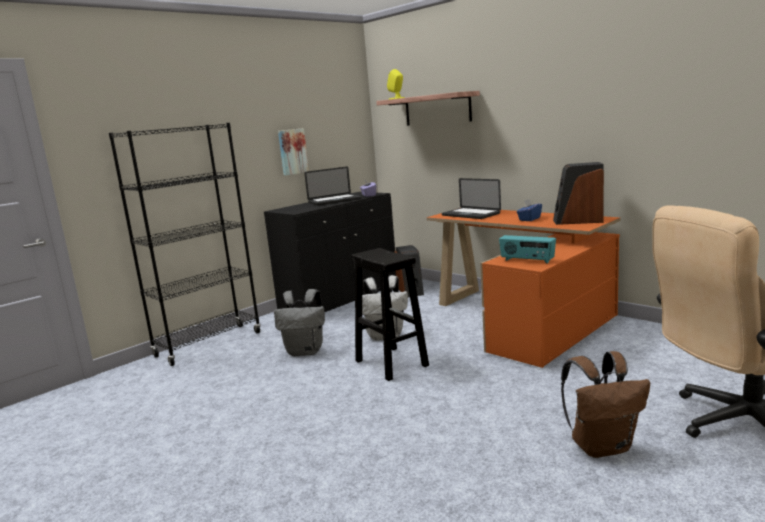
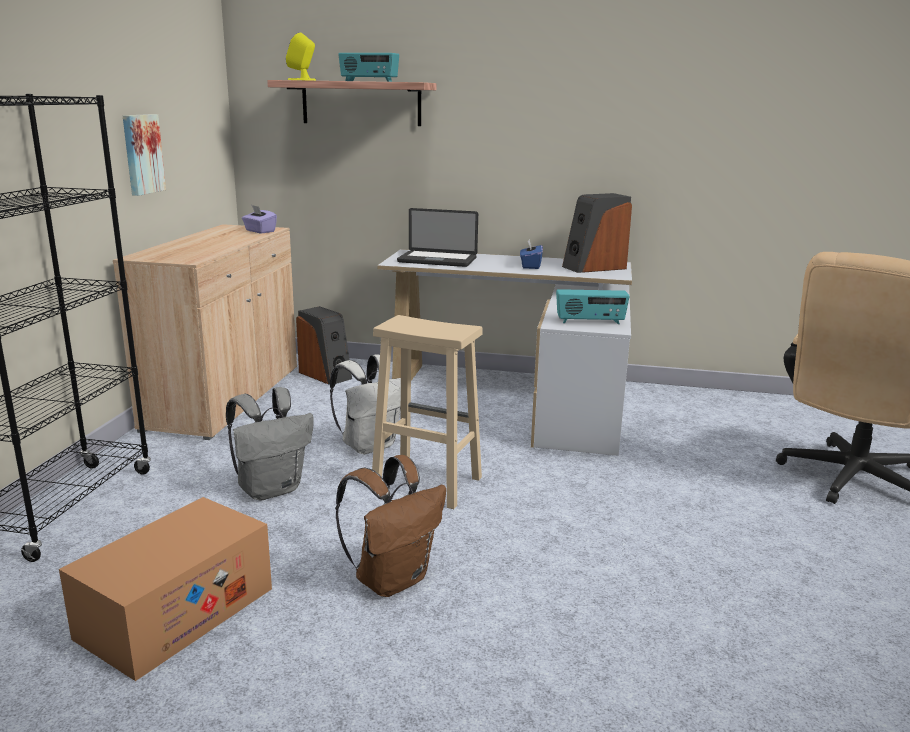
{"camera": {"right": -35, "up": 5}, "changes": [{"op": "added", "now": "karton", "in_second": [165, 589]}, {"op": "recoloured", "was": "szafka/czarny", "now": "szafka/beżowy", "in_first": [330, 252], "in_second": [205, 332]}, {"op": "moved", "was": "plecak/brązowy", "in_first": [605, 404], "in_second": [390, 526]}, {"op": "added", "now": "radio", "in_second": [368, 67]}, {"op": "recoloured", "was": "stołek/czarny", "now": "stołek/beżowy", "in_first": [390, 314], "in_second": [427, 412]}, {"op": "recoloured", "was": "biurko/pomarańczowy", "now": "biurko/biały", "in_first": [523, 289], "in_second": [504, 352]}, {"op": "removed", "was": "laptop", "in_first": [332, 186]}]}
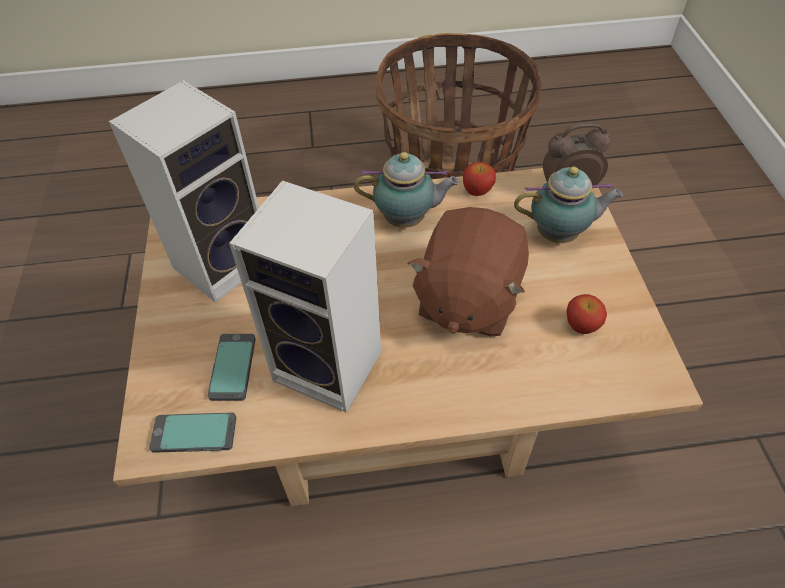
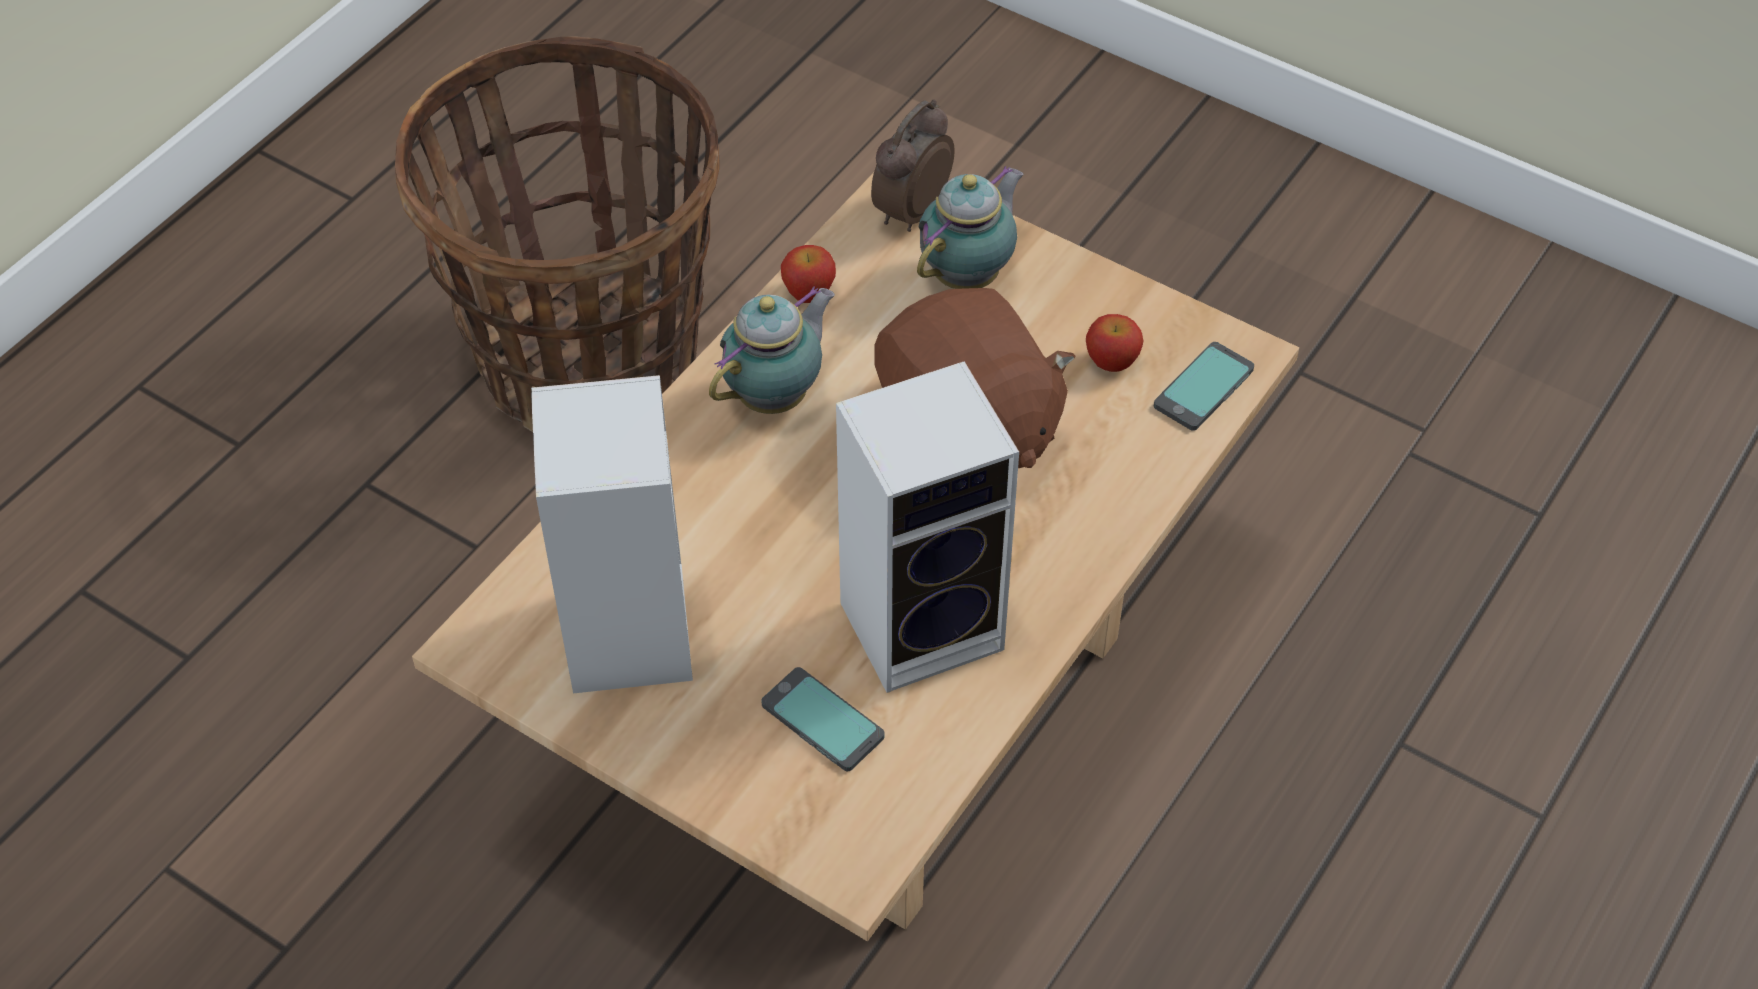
{"camera": {"right": -50, "up": 0}, "changes": [{"op": "moved", "was": "telefon", "in_first": [193, 432], "in_second": [1204, 386]}]}
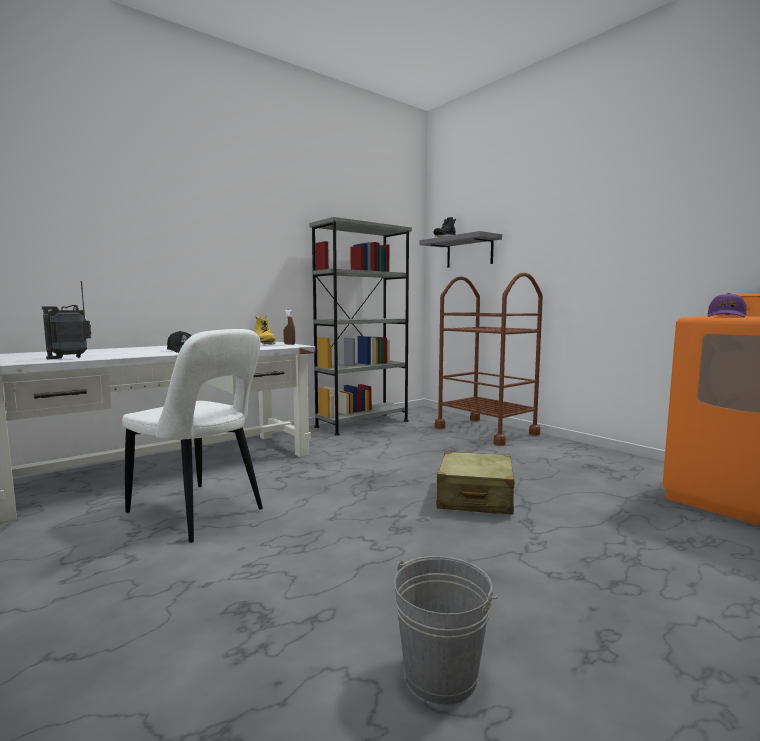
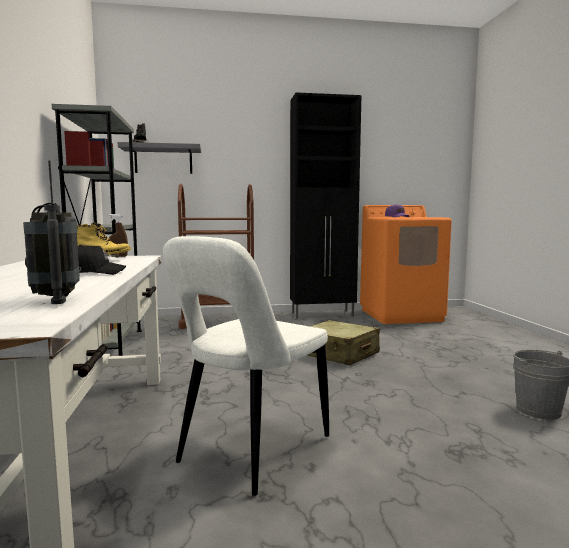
{"camera": {"right": -60, "up": 0}, "changes": [{"op": "turned", "was": "krzesło/biały", "in_first": [192, 436], "in_second": [246, 366], "clockwise": 150}, {"op": "added", "now": "szafka/czarny", "in_second": [325, 205]}]}
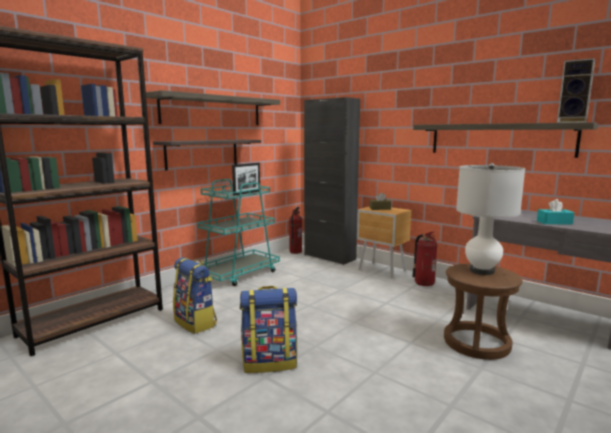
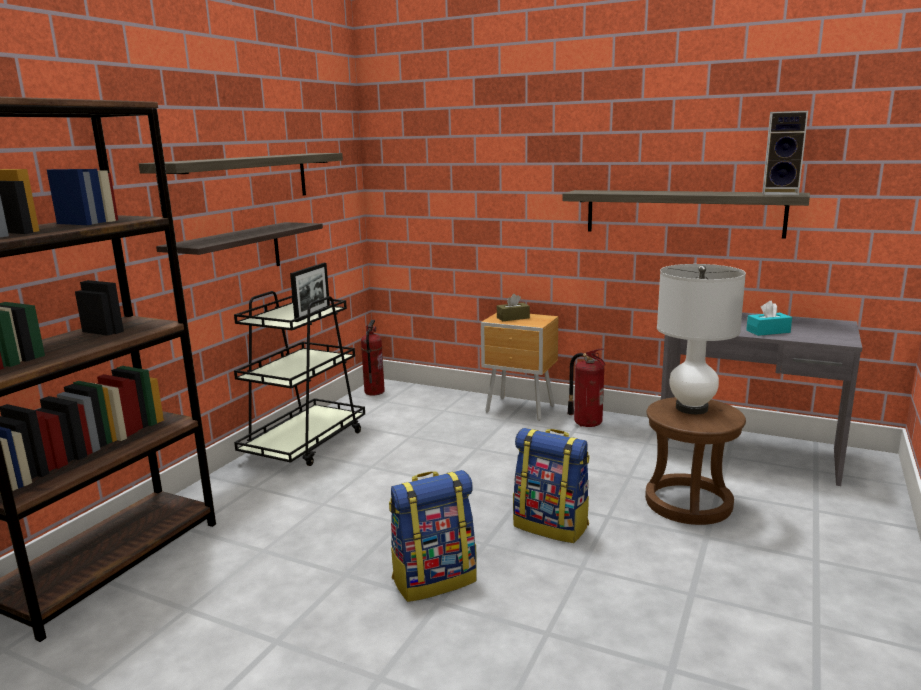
{"camera": {"right": -15, "up": 5}, "changes": [{"op": "recoloured", "was": "wózek/turkusowy", "now": "wózek/czarny", "in_first": [239, 232], "in_second": [299, 378]}, {"op": "moved", "was": "plecak", "in_first": [195, 295], "in_second": [551, 485]}, {"op": "removed", "was": "szafka/czarny", "in_first": [332, 181]}]}
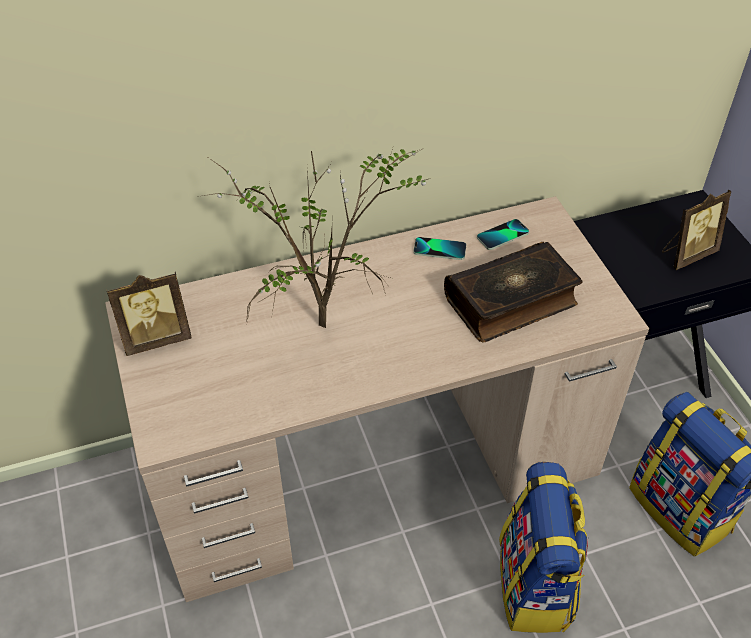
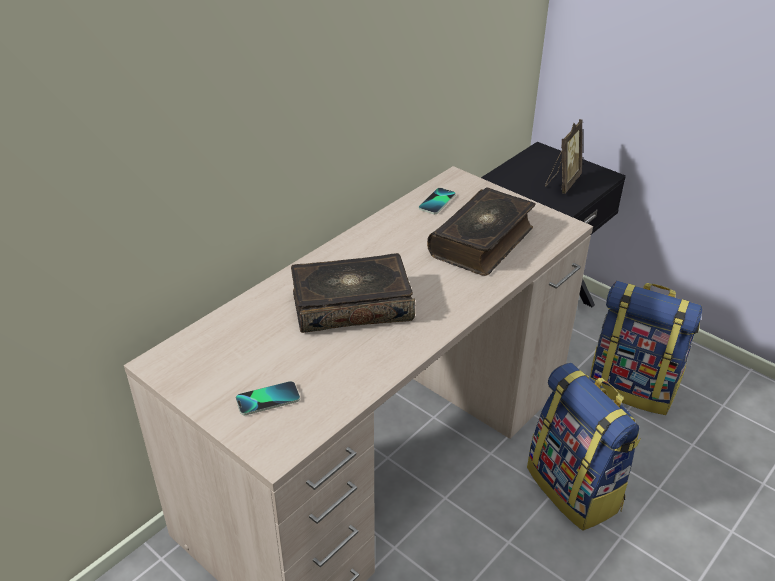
{"camera": {"right": -30, "up": -10}, "changes": [{"op": "moved", "was": "telefon", "in_first": [439, 248], "in_second": [268, 398]}, {"op": "replaced", "was": "roślina doniczkowa", "now": "książka", "in_first": [314, 238], "in_second": [353, 293]}, {"op": "removed", "was": "ramka na zdjęcie", "in_first": [149, 314]}]}
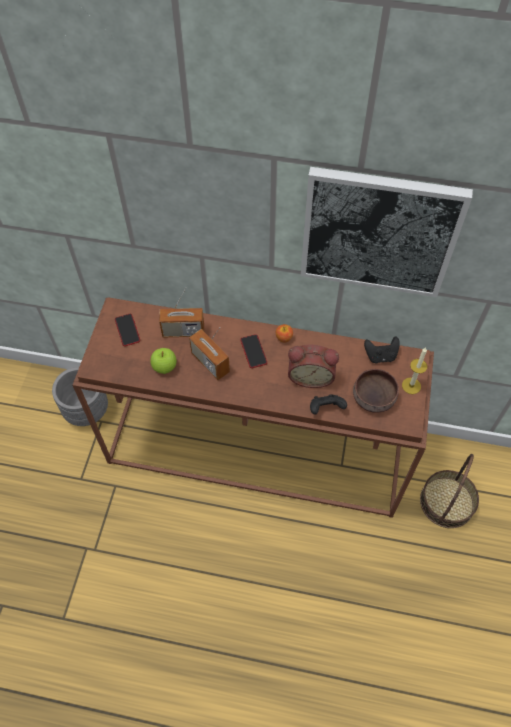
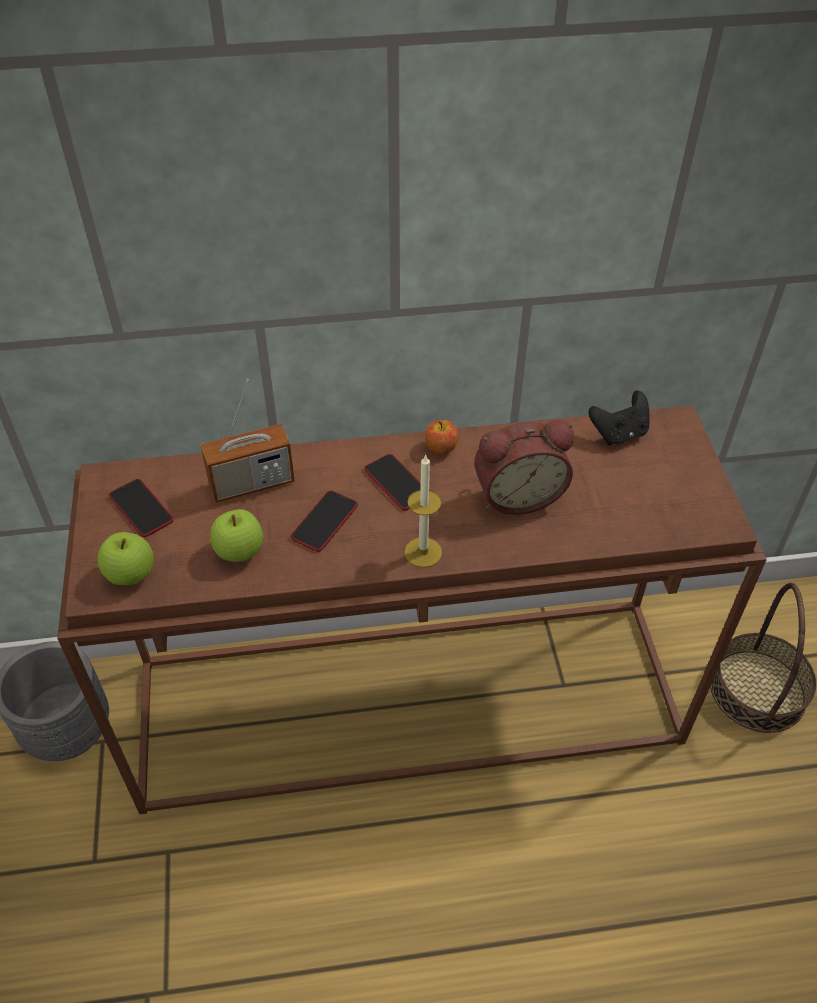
{"camera": {"right": -20, "up": -10}, "changes": [{"op": "added", "now": "jabłko", "in_second": [125, 558]}, {"op": "replaced", "was": "radio", "now": "telefon", "in_first": [209, 353], "in_second": [324, 521]}, {"op": "moved", "was": "świeca", "in_first": [414, 371], "in_second": [423, 511]}, {"op": "removed", "was": "obraz", "in_first": [387, 232]}, {"op": "removed", "was": "pad do gier/czarny", "in_first": [328, 404]}, {"op": "removed", "was": "miska/brązowy", "in_first": [376, 391]}]}
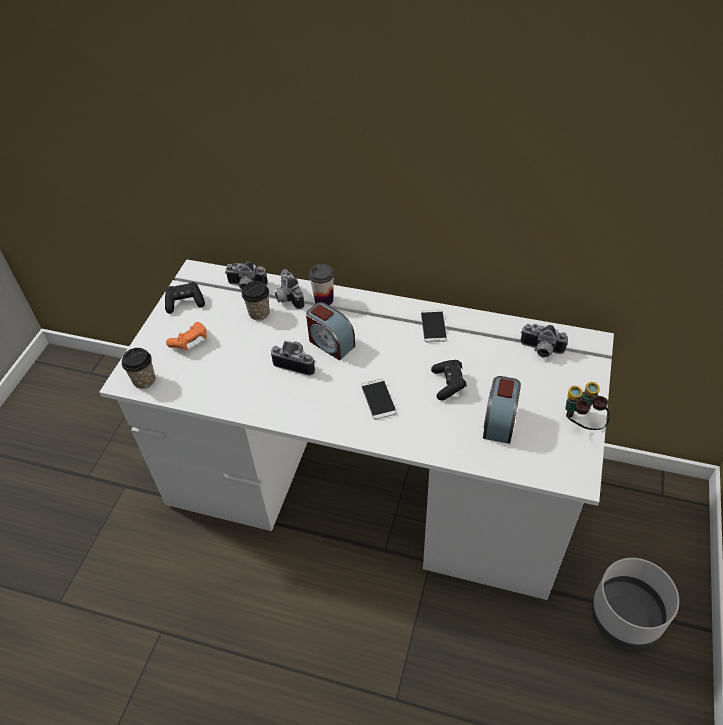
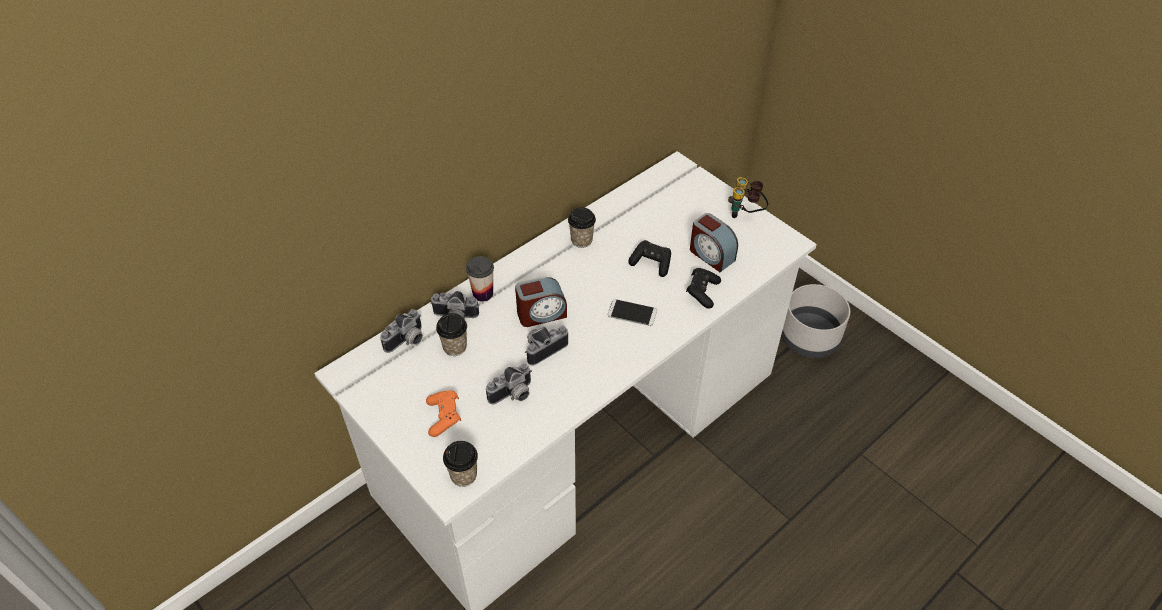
{"camera": {"right": -60, "up": 0}, "changes": [{"op": "moved", "was": "aparat fotograficzny", "in_first": [544, 341], "in_second": [509, 384]}, {"op": "replaced", "was": "telefon", "now": "filiżanka", "in_first": [434, 326], "in_second": [582, 228]}, {"op": "moved", "was": "pad do gier/czarny", "in_first": [185, 298], "in_second": [703, 288]}]}
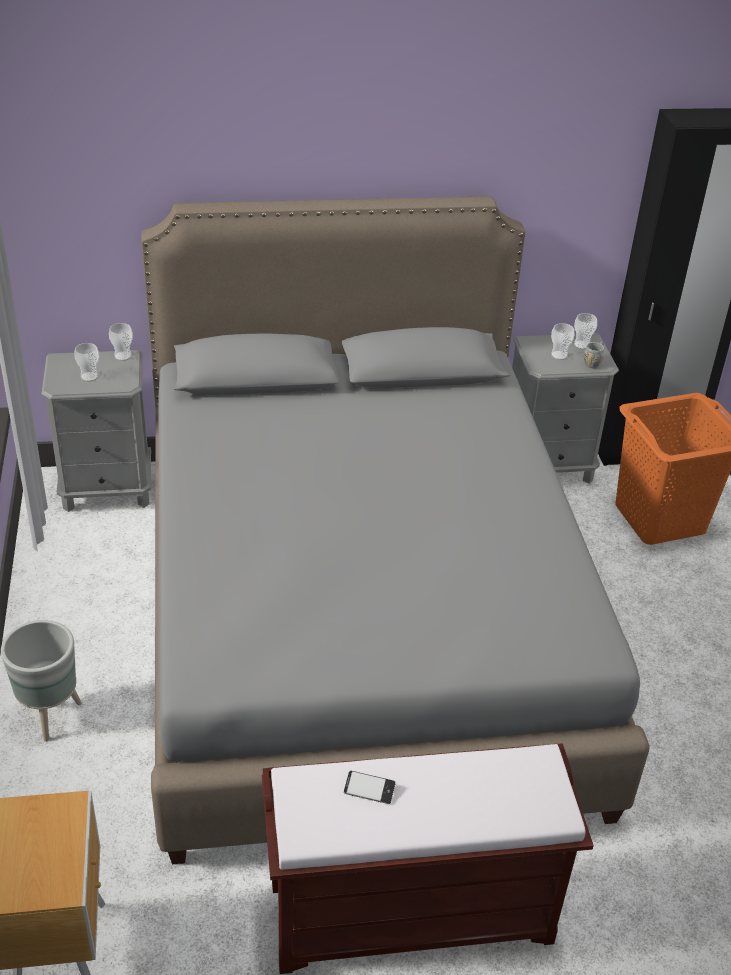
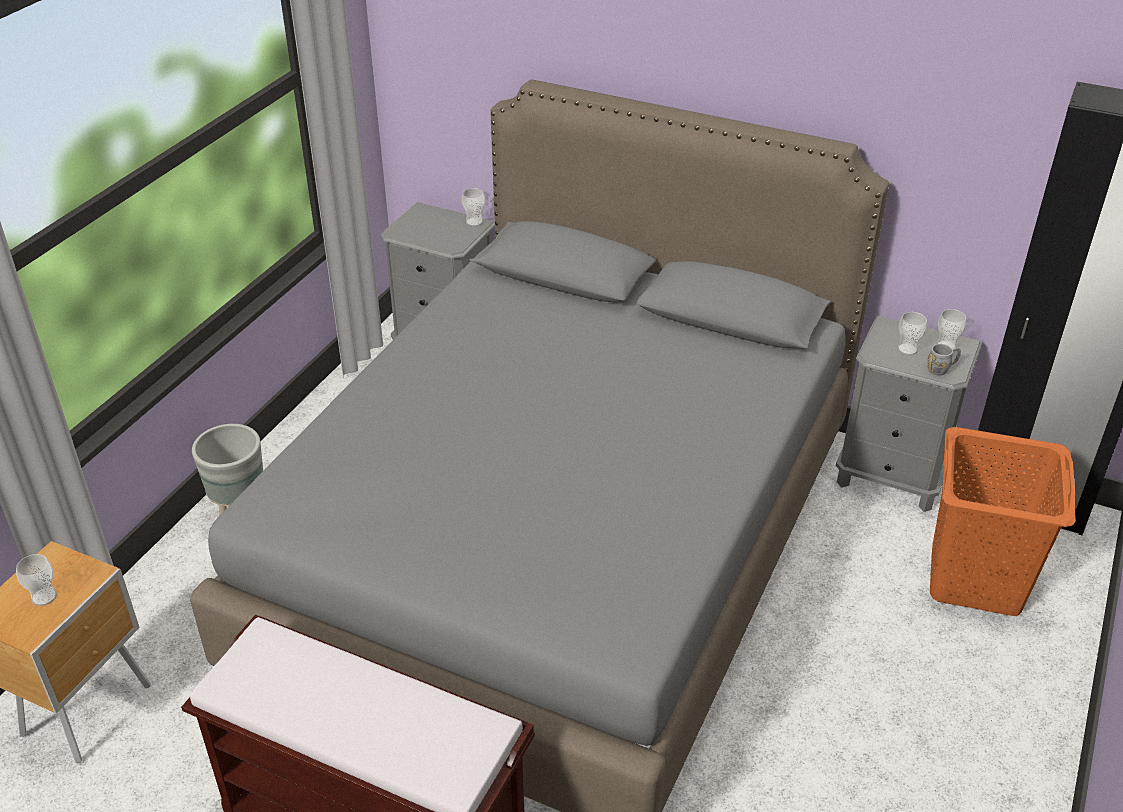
{"camera": {"right": 35, "up": 0}, "changes": [{"op": "moved", "was": "filiżanka", "in_first": [86, 362], "in_second": [36, 580]}, {"op": "removed", "was": "telefon", "in_first": [370, 787]}]}
